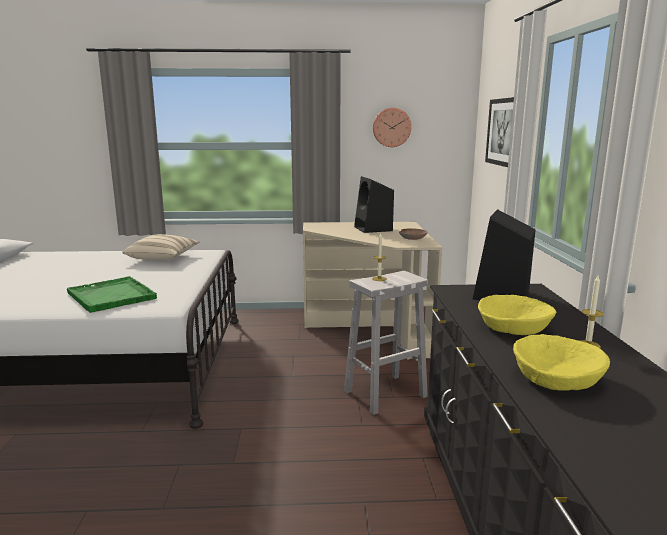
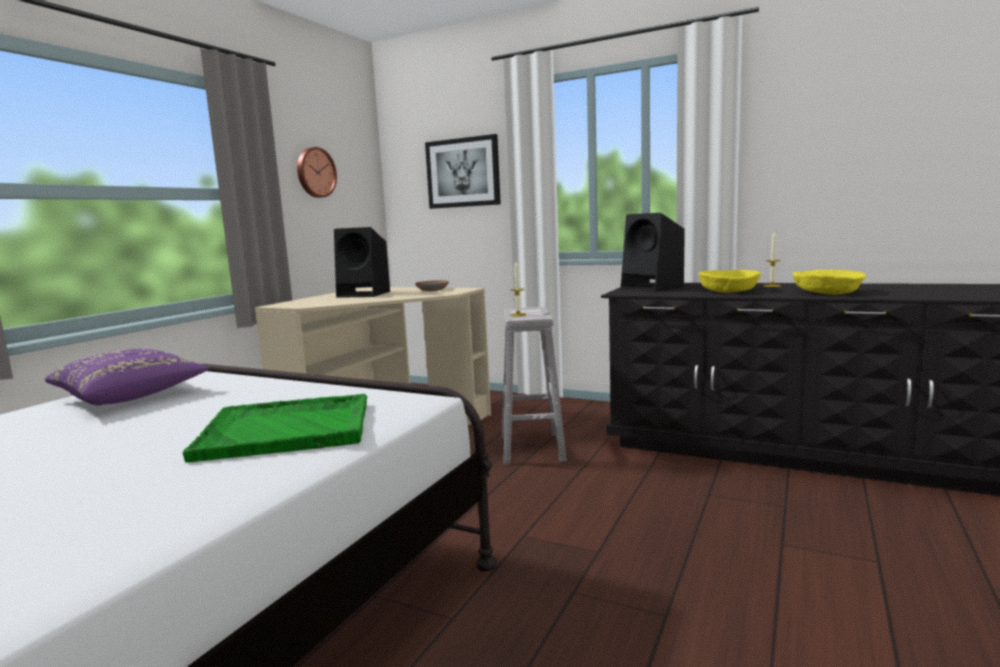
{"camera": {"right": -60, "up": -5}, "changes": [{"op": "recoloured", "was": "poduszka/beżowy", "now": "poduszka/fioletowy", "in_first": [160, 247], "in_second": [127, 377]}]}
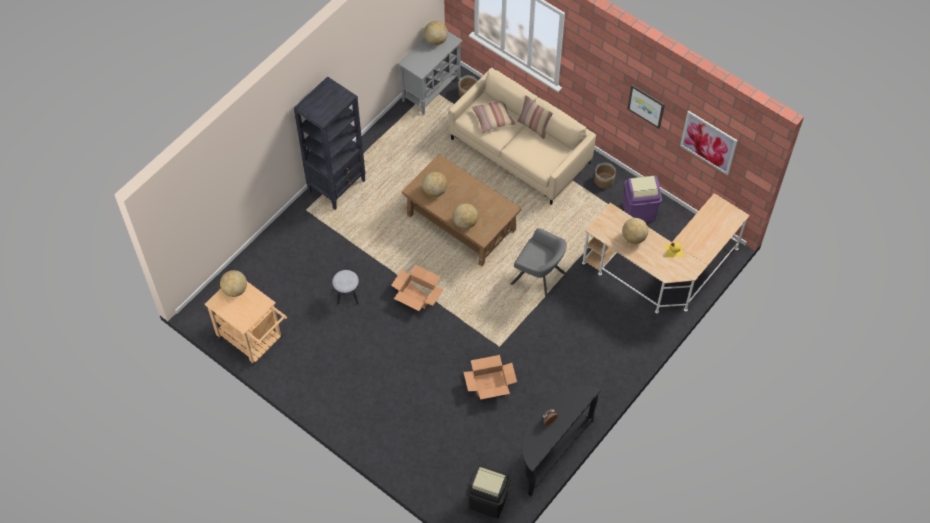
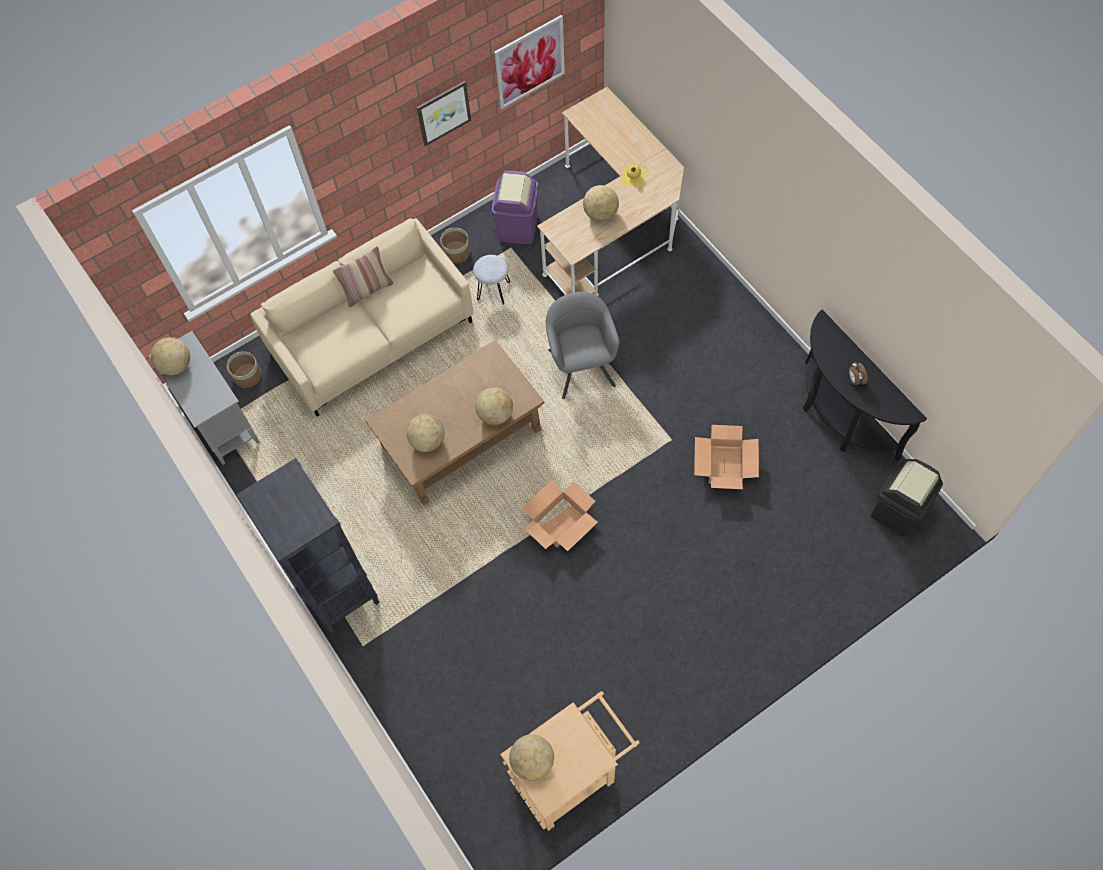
{"camera": {"right": -70, "up": 5}, "changes": [{"op": "moved", "was": "stołek/szary", "in_first": [345, 288], "in_second": [491, 280]}, {"op": "turned", "was": "fotel/szary", "in_first": [538, 265], "in_second": [583, 345], "clockwise": -60}, {"op": "removed", "was": "poduszka", "in_first": [493, 116]}]}
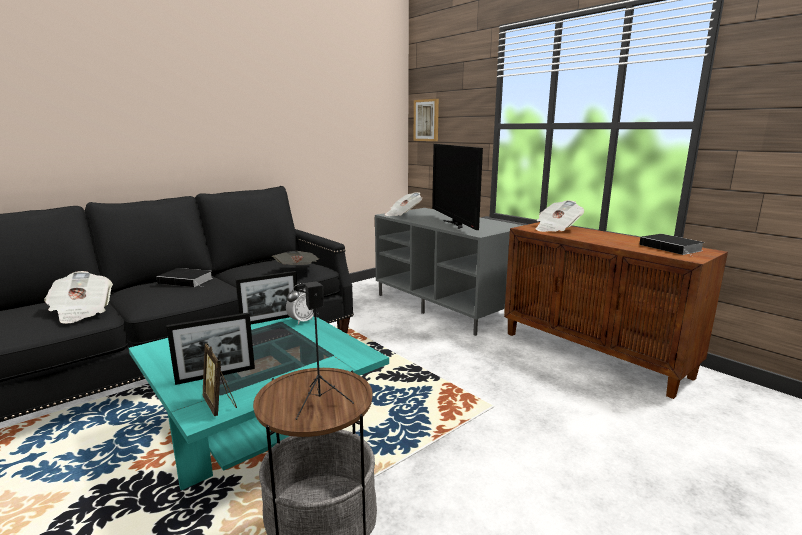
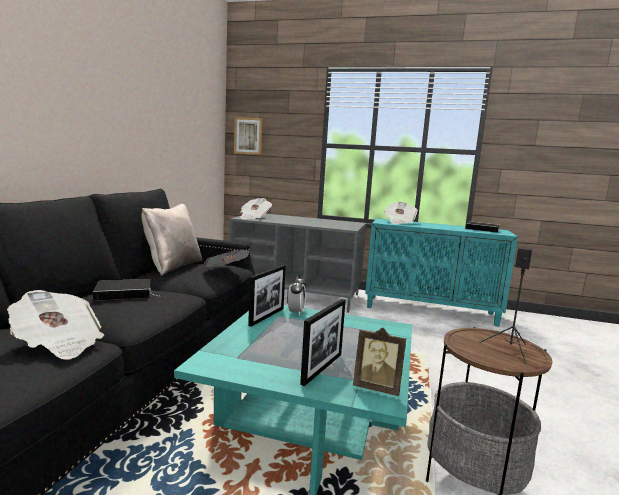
{"camera": {"right": -35, "up": -5}, "changes": [{"op": "added", "now": "poduszka/beżowy", "in_second": [172, 240]}, {"op": "recoloured", "was": "szafka/brązowy", "now": "szafka/turkusowy", "in_first": [616, 310], "in_second": [441, 272]}, {"op": "removed", "was": "telewizor", "in_first": [457, 187]}]}
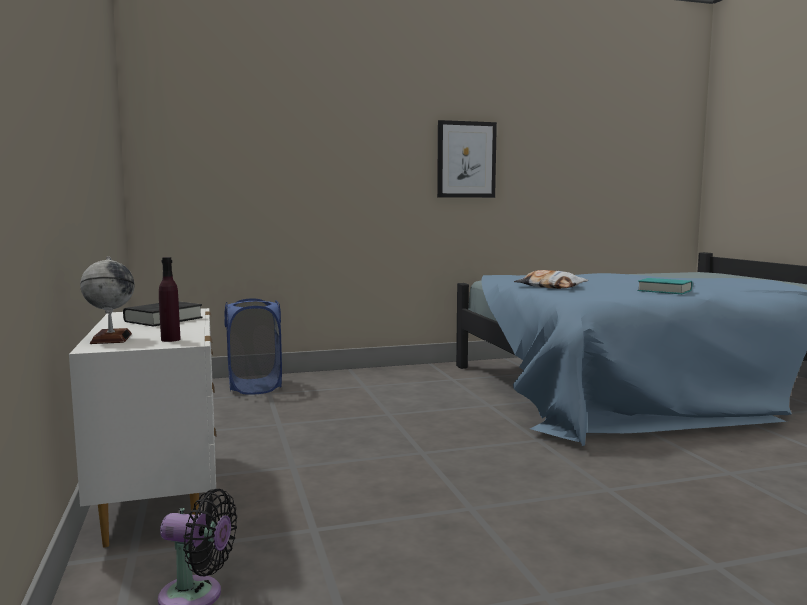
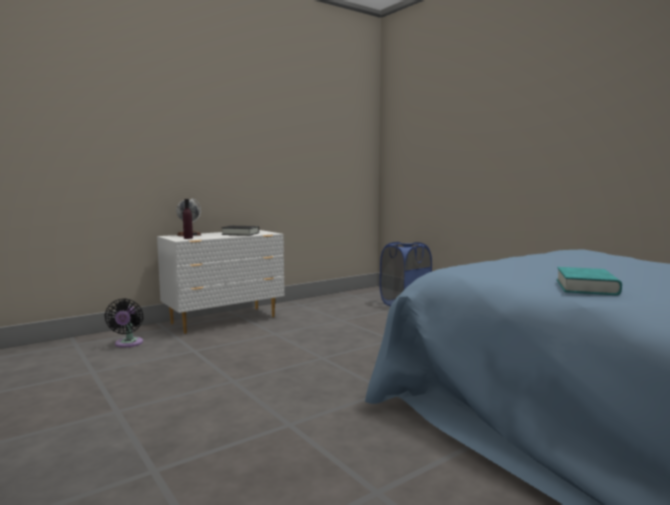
{"camera": {"right": 70, "up": 0}, "changes": [{"op": "removed", "was": "obraz", "in_first": [467, 159]}, {"op": "removed", "was": "poduszka", "in_first": [551, 279]}]}
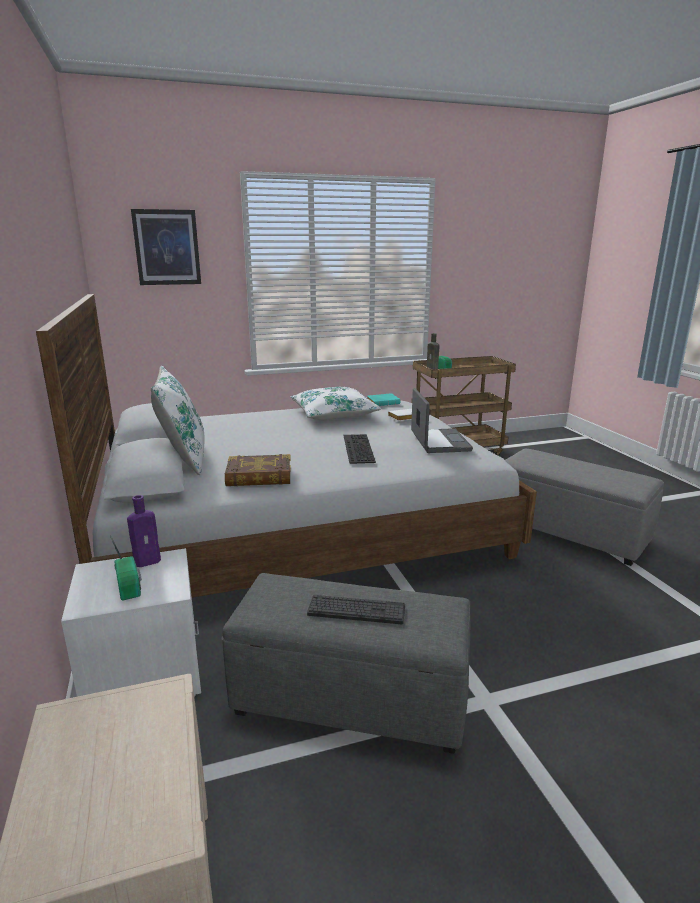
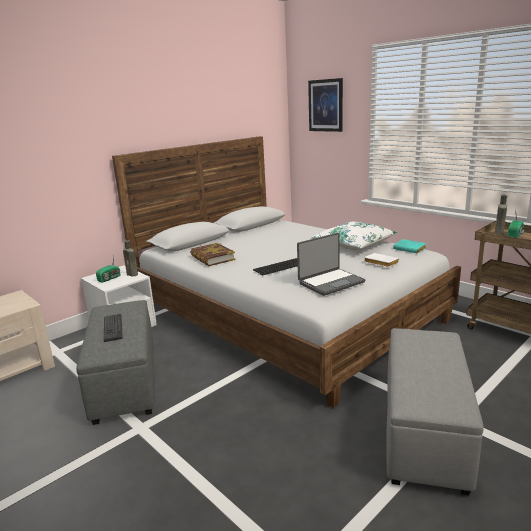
{"camera": {"right": 65, "up": 0}, "changes": [{"op": "recoloured", "was": "butelka/fioletowy", "now": "butelka/brązowy", "in_first": [144, 531], "in_second": [130, 258]}, {"op": "removed", "was": "poduszka/biały", "in_first": [178, 420]}]}
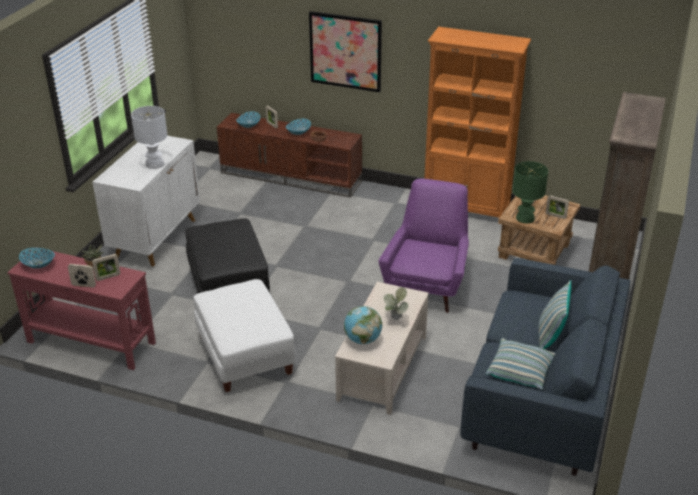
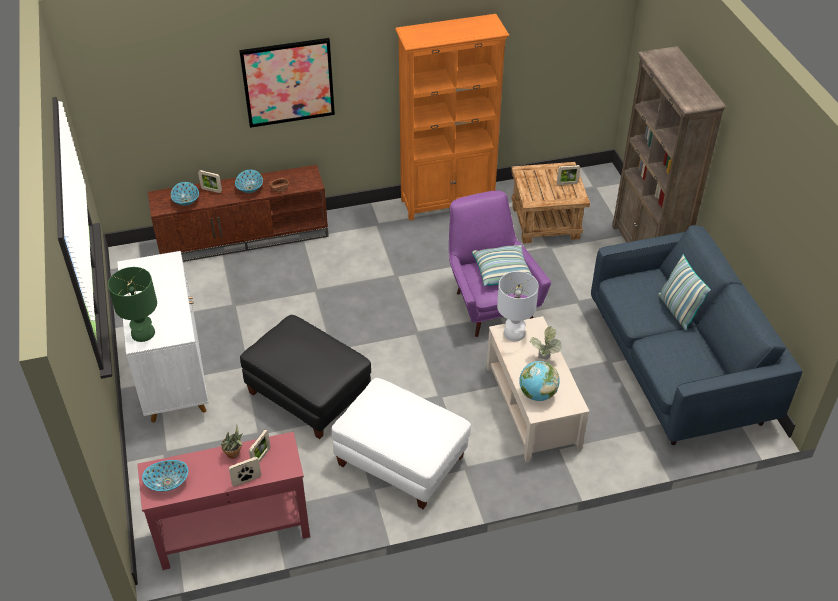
{"camera": {"right": -35, "up": 10}, "changes": [{"op": "moved", "was": "lampa stołowa/zielony", "in_first": [530, 192], "in_second": [132, 304]}, {"op": "moved", "was": "poduszka", "in_first": [520, 363], "in_second": [502, 265]}, {"op": "moved", "was": "lampa stołowa/biały", "in_first": [149, 137], "in_second": [518, 306]}]}
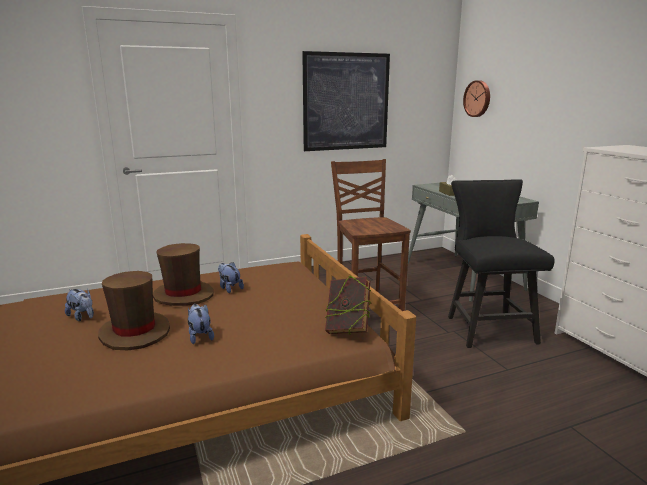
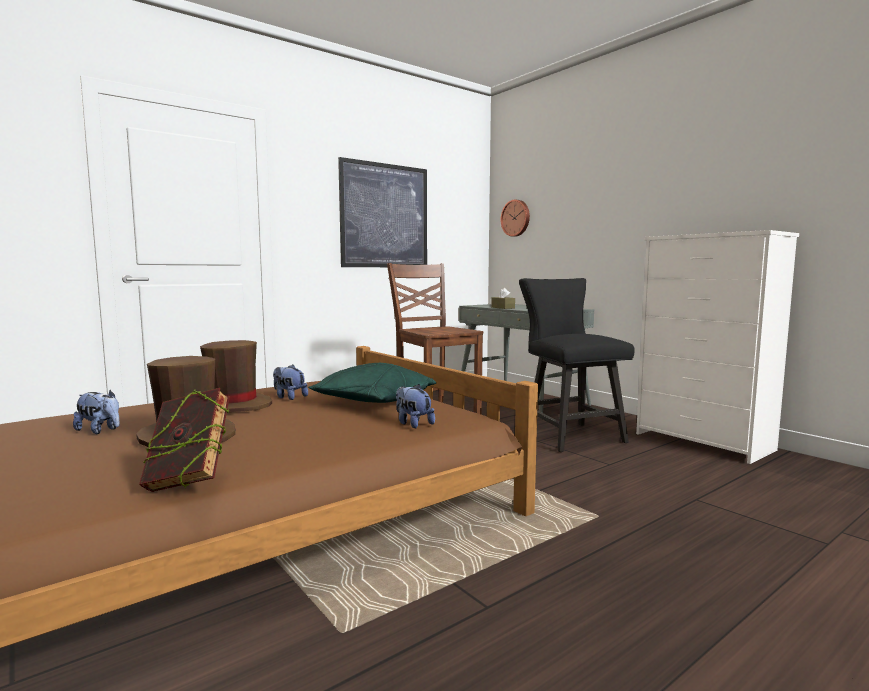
{"camera": {"right": -15, "up": -10}, "changes": [{"op": "moved", "was": "książka", "in_first": [348, 304], "in_second": [184, 440]}, {"op": "added", "now": "poduszka/zielony", "in_second": [372, 383]}, {"op": "moved", "was": "pluszak", "in_first": [201, 324], "in_second": [415, 406]}]}
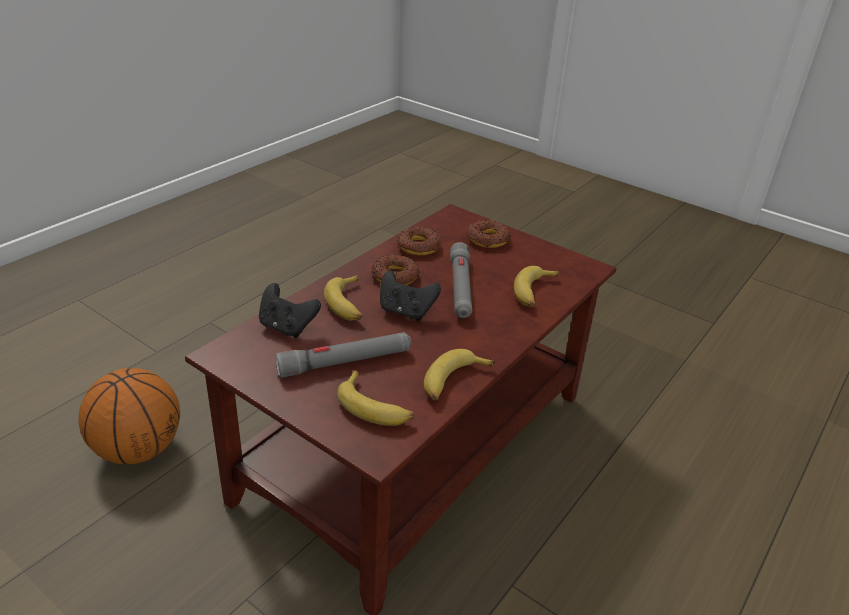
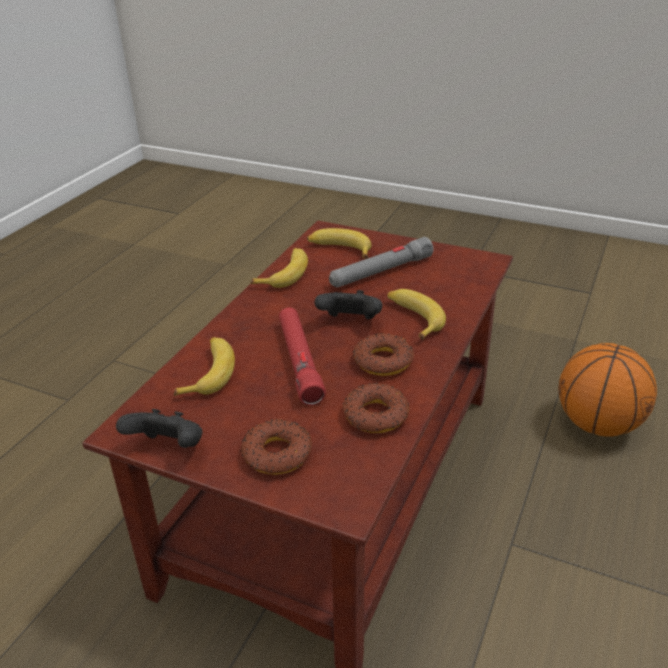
{"camera": {"right": 170, "up": 0}, "changes": [{"op": "moved", "was": "pad do gier/czarny", "in_first": [290, 310], "in_second": [159, 428]}, {"op": "recoloured", "was": "latarka/szary", "now": "latarka/czerwony", "in_first": [461, 280], "in_second": [302, 356]}]}
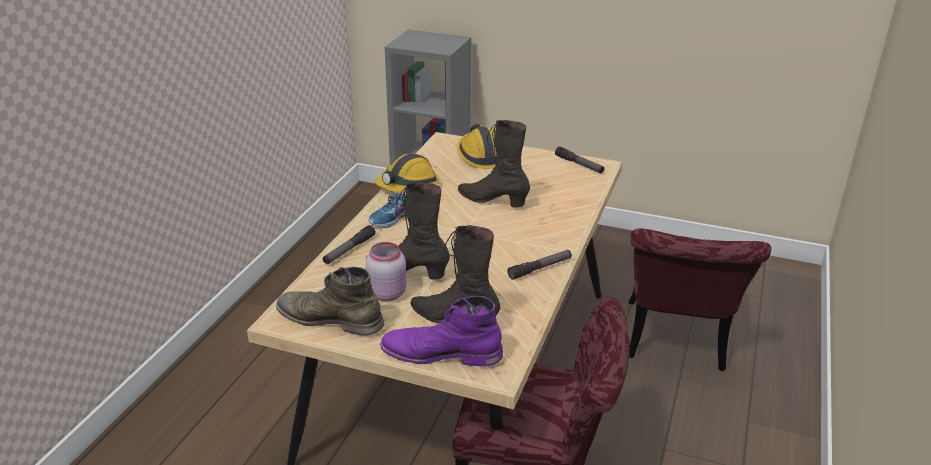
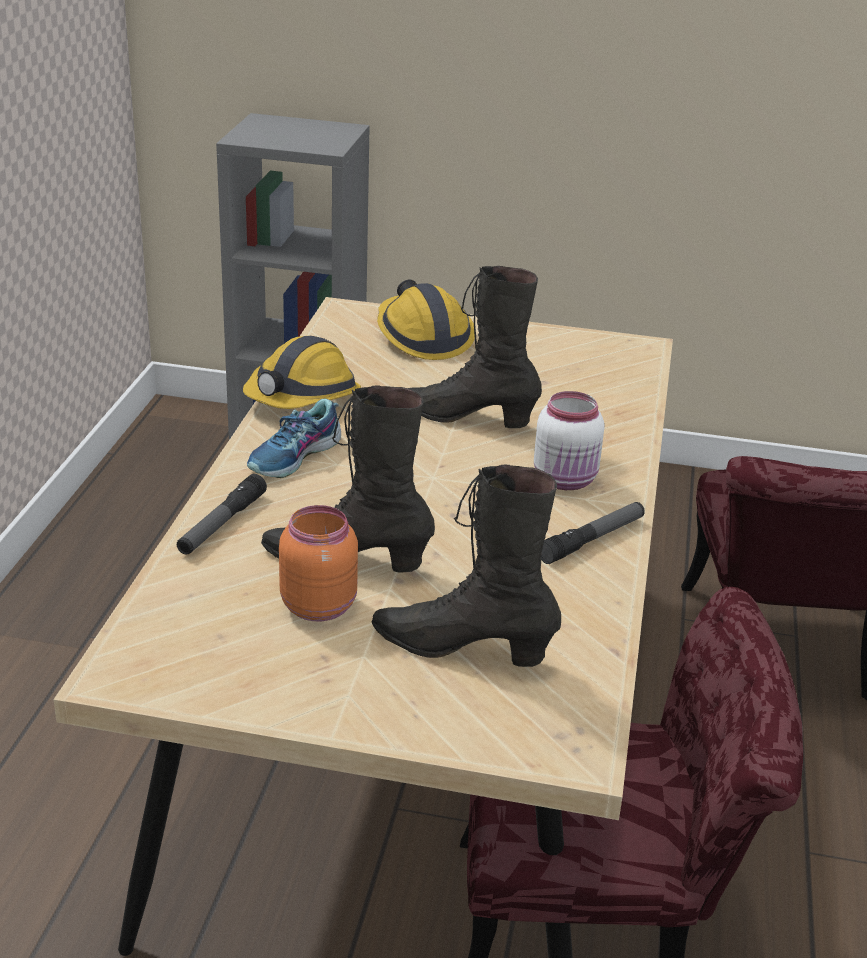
{"camera": {"right": -10, "up": 0}, "changes": [{"op": "recoloured", "was": "słoik/różowy", "now": "słoik/pomarańczowy", "in_first": [386, 271], "in_second": [318, 563]}, {"op": "added", "now": "słoik/biały", "in_second": [569, 440]}, {"op": "removed", "was": "but z cholewką/zielony", "in_first": [330, 301]}, {"op": "removed", "was": "but z cholewką/fioletowy", "in_first": [441, 331]}, {"op": "removed", "was": "latarka", "in_first": [580, 159]}]}
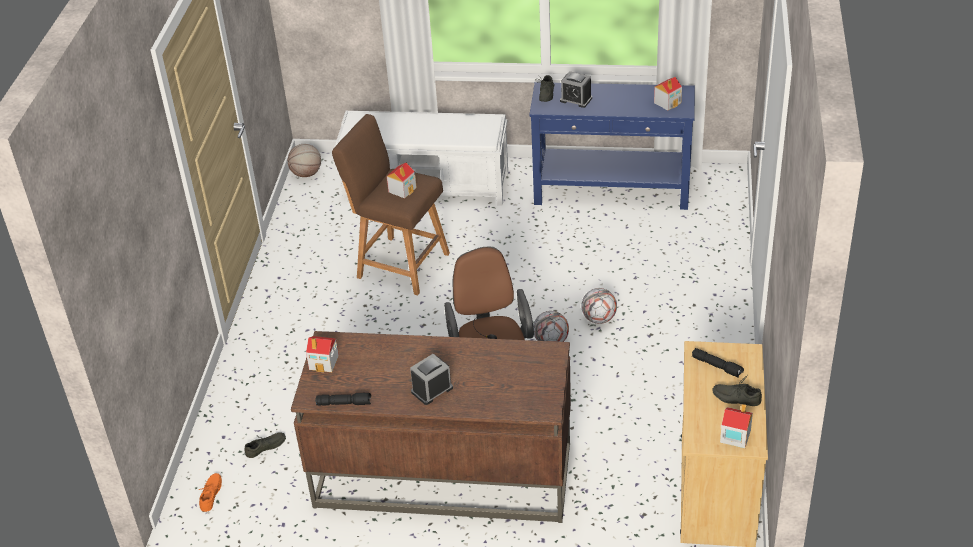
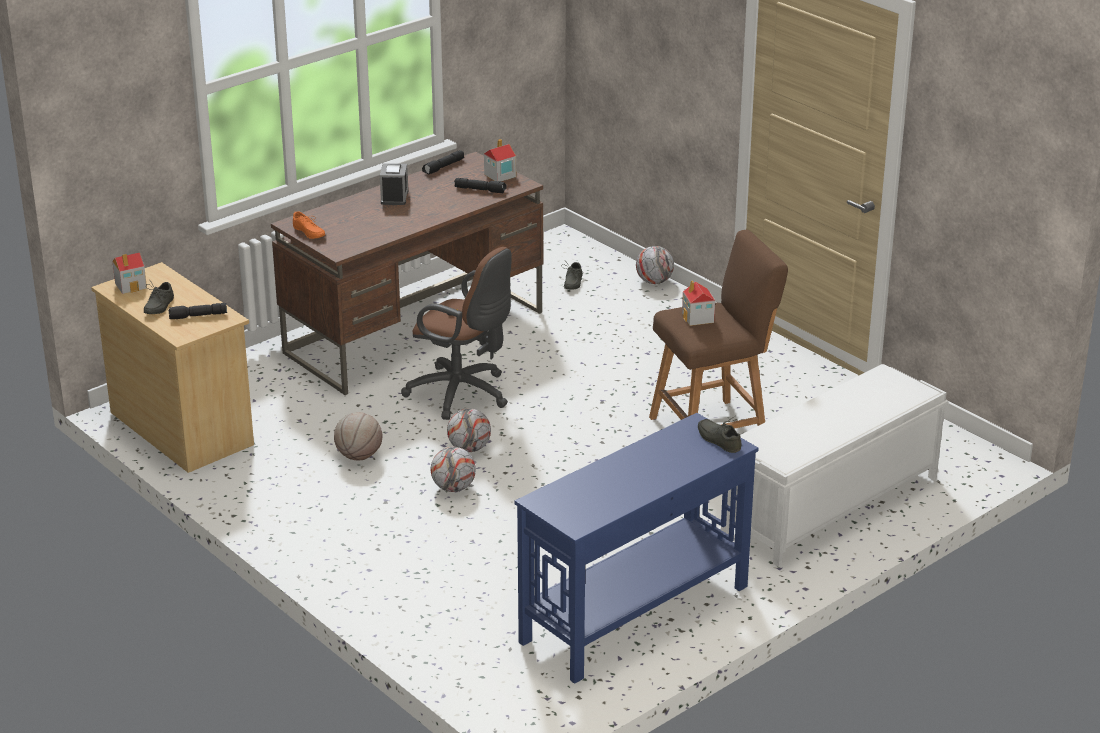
{"camera": {"right": 130, "up": -10}, "changes": [{"op": "turned", "was": "but/szary", "in_first": [737, 391], "in_second": [159, 296], "clockwise": 135}, {"op": "moved", "was": "but/pomarańczowy", "in_first": [210, 492], "in_second": [309, 225]}, {"op": "moved", "was": "piłka do koszykówki", "in_first": [304, 160], "in_second": [358, 436]}, {"op": "added", "now": "latarka/czarny", "in_second": [480, 185]}, {"op": "added", "now": "piłka futbolowa", "in_second": [655, 265]}, {"op": "removed", "was": "budzik", "in_first": [576, 89]}, {"op": "removed", "was": "domek", "in_first": [668, 93]}]}
